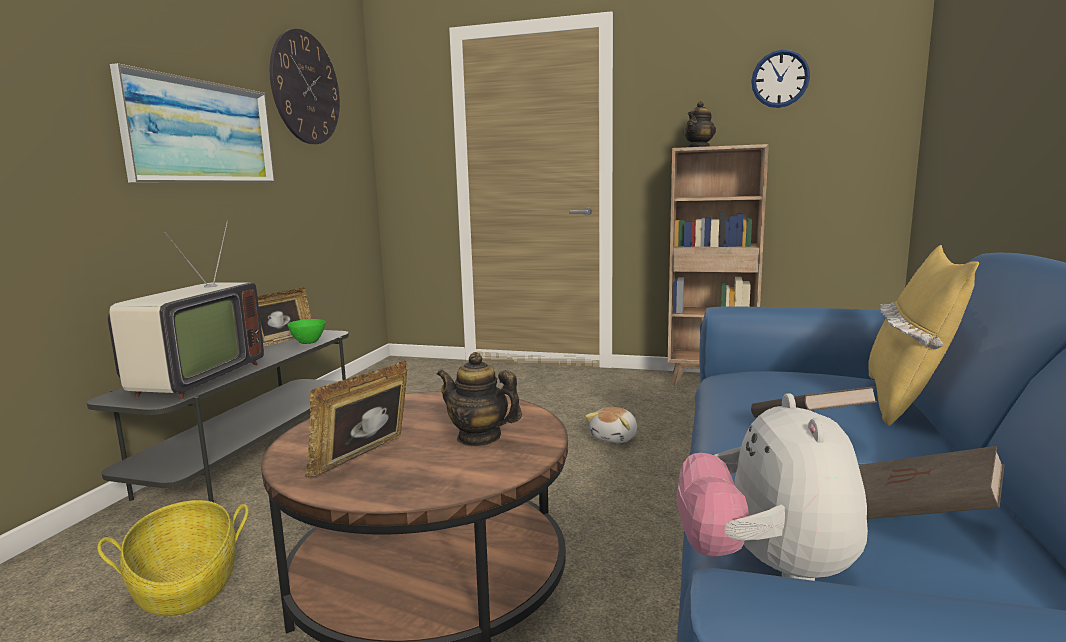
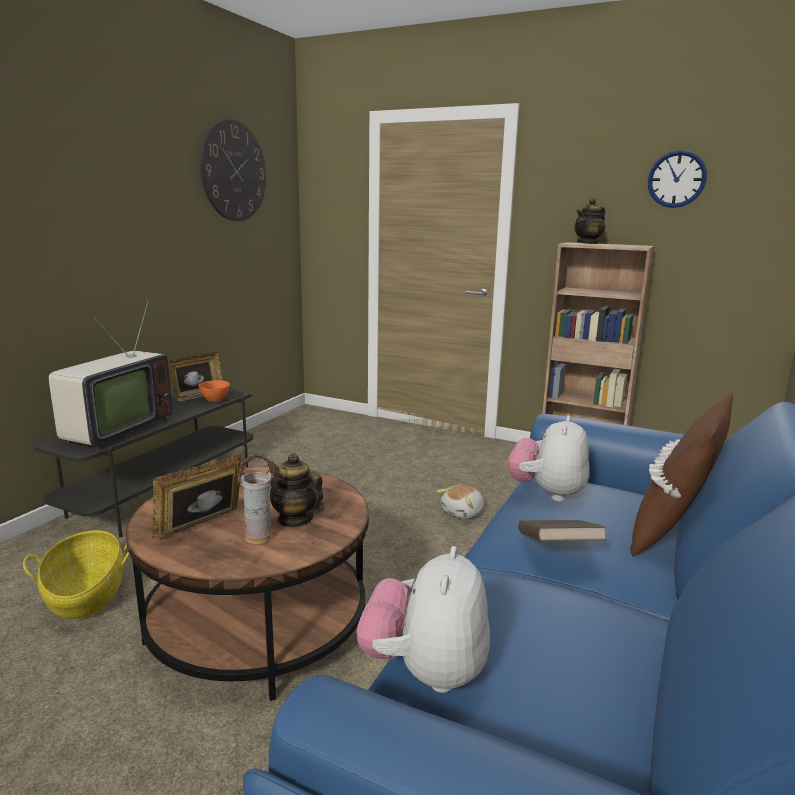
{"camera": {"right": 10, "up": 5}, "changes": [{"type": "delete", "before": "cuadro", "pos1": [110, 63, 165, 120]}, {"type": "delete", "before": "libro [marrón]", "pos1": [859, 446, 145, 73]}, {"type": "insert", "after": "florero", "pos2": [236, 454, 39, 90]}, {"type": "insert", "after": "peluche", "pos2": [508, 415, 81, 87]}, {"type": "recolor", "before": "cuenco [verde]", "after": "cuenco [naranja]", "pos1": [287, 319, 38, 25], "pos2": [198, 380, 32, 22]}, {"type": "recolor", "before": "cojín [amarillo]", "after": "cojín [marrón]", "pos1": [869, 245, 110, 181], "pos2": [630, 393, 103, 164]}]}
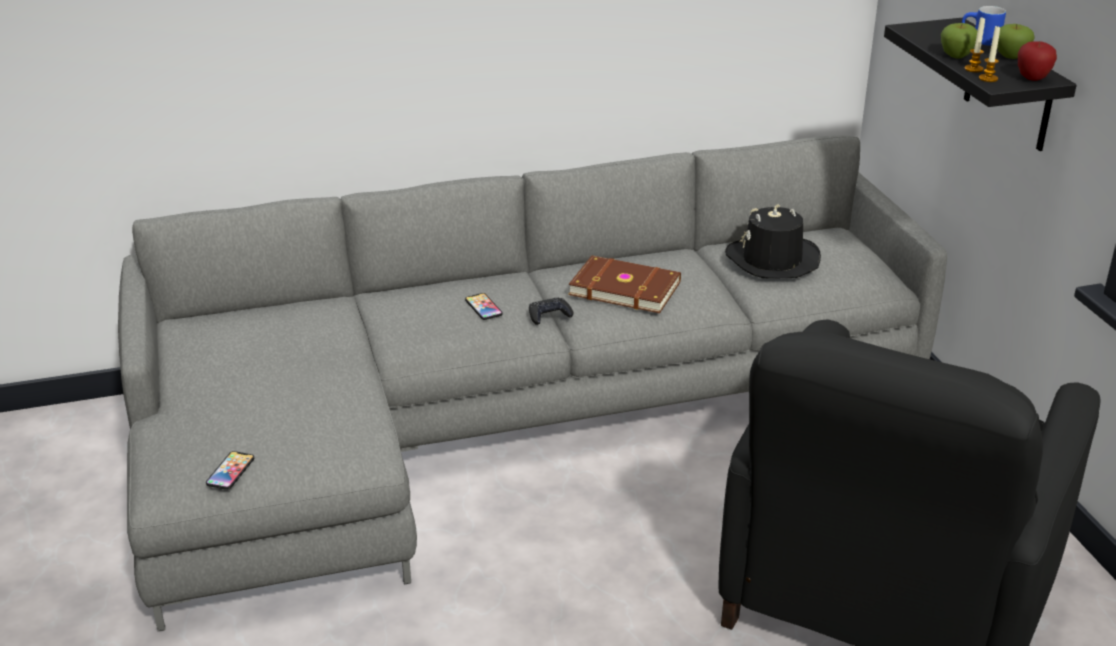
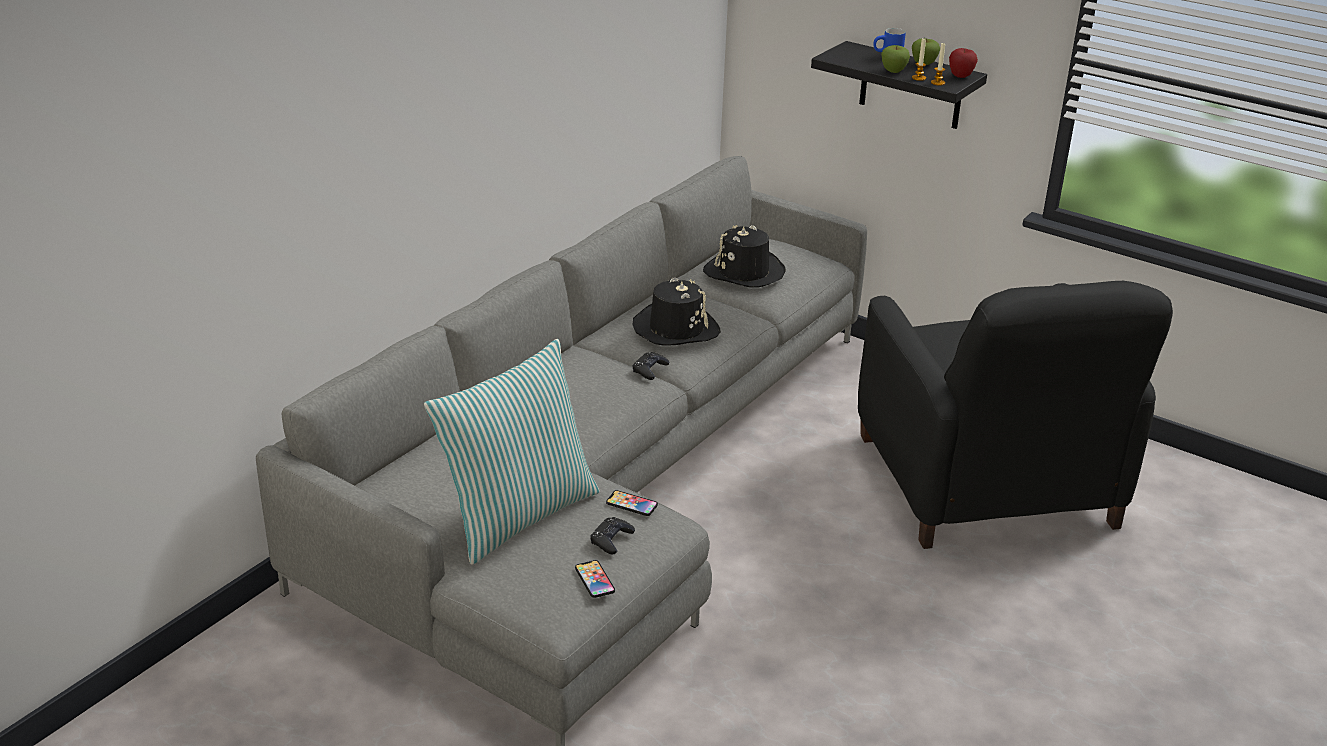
{"camera": {"right": -40, "up": 0}, "changes": [{"type": "insert", "after": "cojín", "pos2": [424, 339, 176, 226]}, {"type": "insert", "after": "mando de consola [negro]", "pos2": [590, 517, 45, 38]}, {"type": "move", "before": "móvil", "pos1": [465, 293, 38, 27], "pos2": [606, 490, 52, 26]}, {"type": "replace", "before": "libro [marrón]", "after": "sombrero [negro]", "pos1": [568, 255, 113, 58], "pos2": [632, 278, 89, 68]}]}
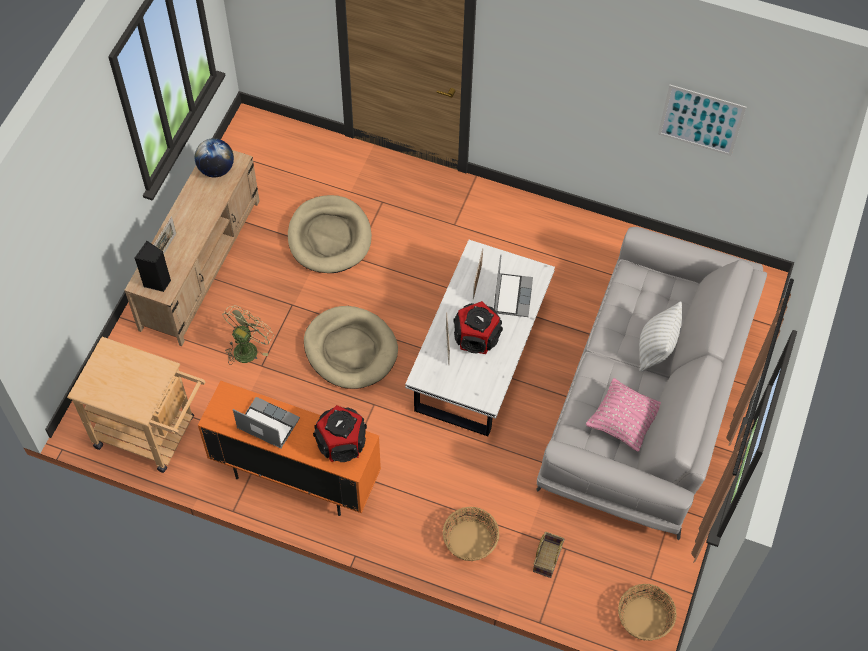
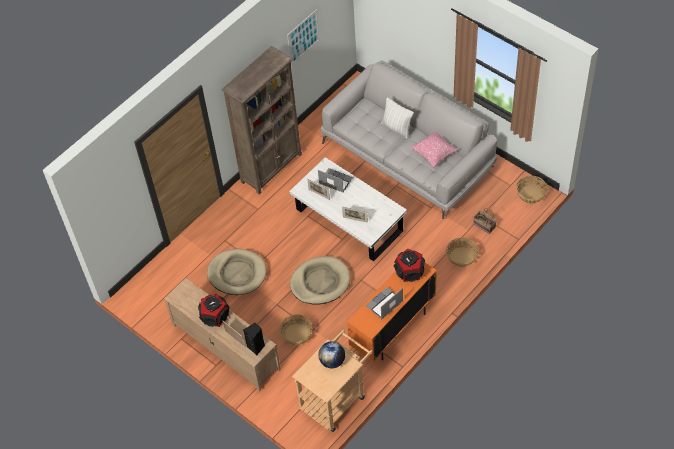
{"camera": {"right": -65, "up": -5}, "changes": [{"type": "insert", "after": "estantería [marrón]", "pos2": [222, 46, 80, 148]}, {"type": "move", "before": "globo terráqueo", "pos1": [195, 138, 39, 39], "pos2": [318, 341, 27, 27]}, {"type": "move", "before": "altavoz", "pos1": [453, 301, 50, 53], "pos2": [198, 294, 32, 33]}, {"type": "replace", "before": "ventilador [verde]", "after": "cesta", "pos1": [222, 305, 52, 60], "pos2": [279, 314, 34, 31]}]}
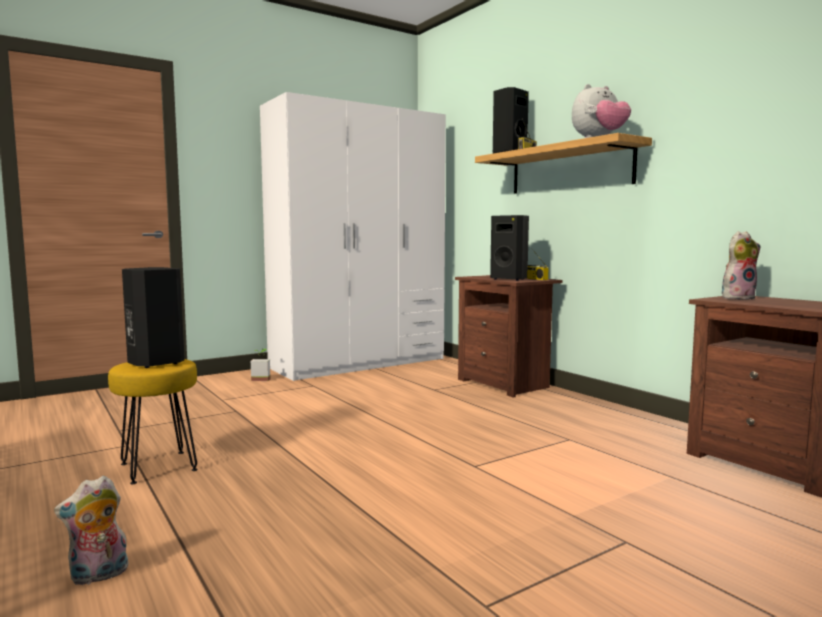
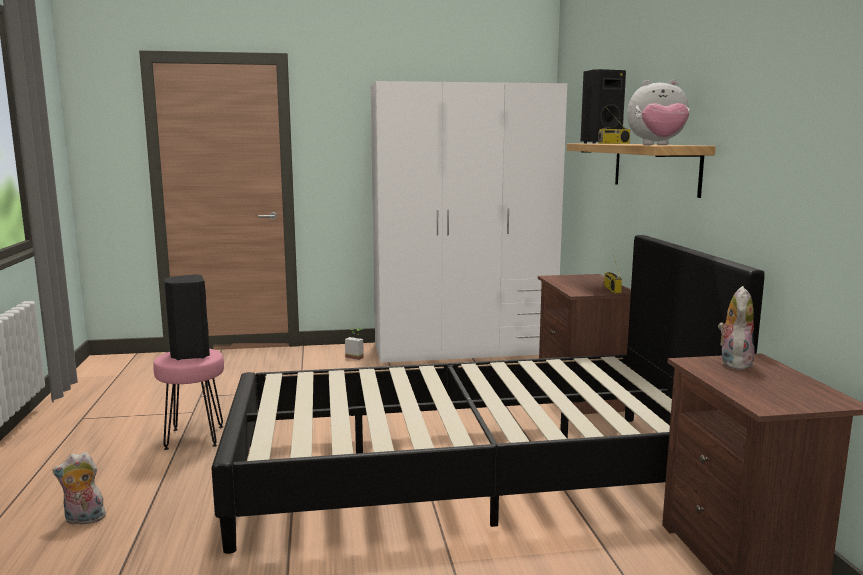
{"camera": {"right": 25, "up": 5}, "changes": [{"type": "delete", "before": "altavoz [negro]", "pos1": [490, 215, 39, 66]}, {"type": "insert", "after": "cama [negro]", "pos2": [211, 235, 554, 319]}, {"type": "recolor", "before": "taburete [amarillo]", "after": "taburete [rosa]", "pos1": [108, 359, 90, 125], "pos2": [153, 349, 71, 101]}, {"type": "rotate", "before": "peluche", "pos1": [722, 231, 39, 69], "pos2": [718, 286, 36, 84], "turn": -75}]}
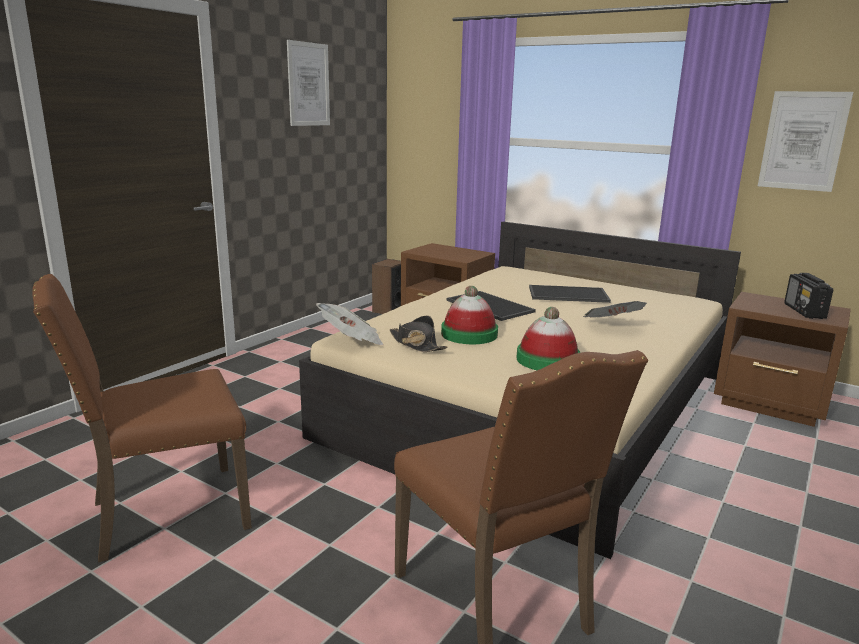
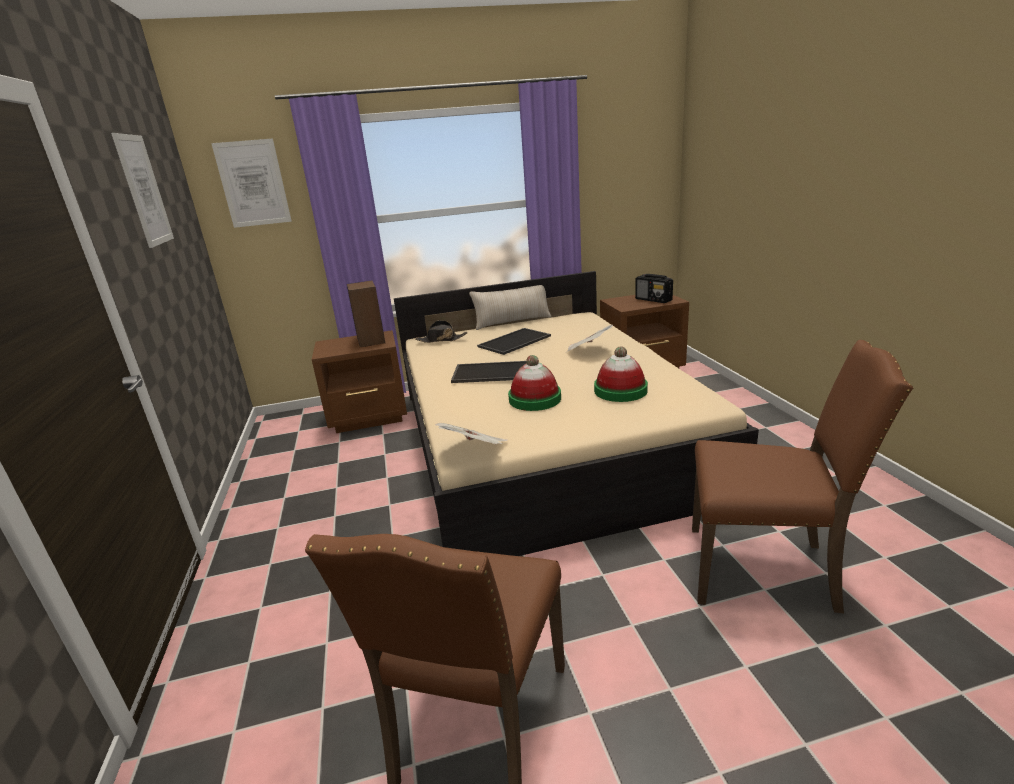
{"camera": {"right": -45, "up": 5}, "changes": [{"type": "insert", "after": "cojín [beis]", "pos2": [469, 285, 82, 45]}, {"type": "move", "before": "altavoz", "pos1": [372, 259, 29, 55], "pos2": [347, 281, 38, 66]}, {"type": "move", "before": "sombrero [negro]", "pos1": [390, 316, 57, 36], "pos2": [415, 320, 52, 23]}, {"type": "move", "before": "cuadro", "pos1": [758, 91, 95, 101], "pos2": [211, 138, 81, 90]}]}
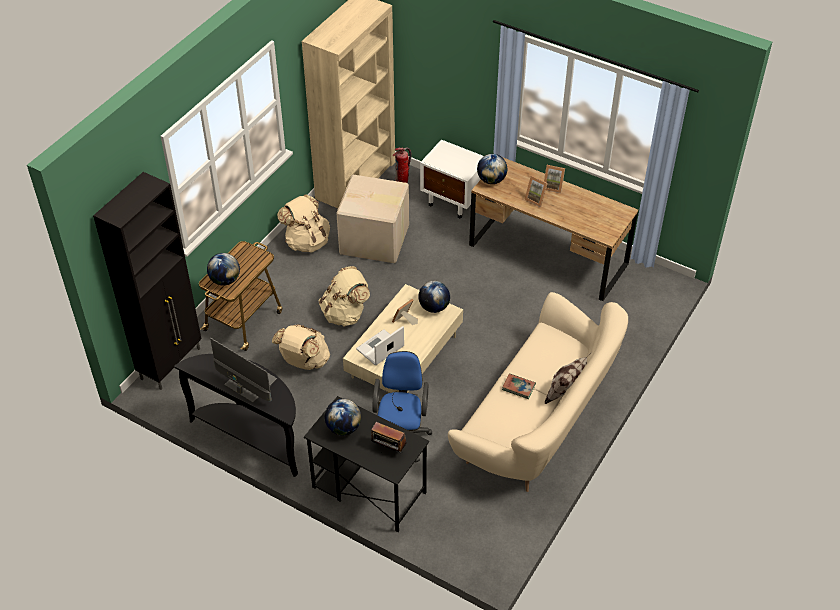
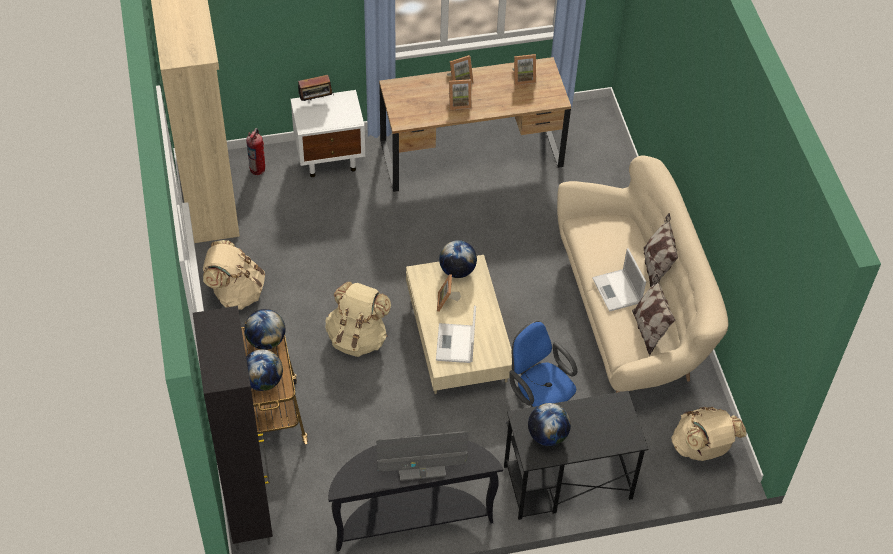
{"camera": {"right": -45, "up": 5}, "changes": [{"type": "delete", "before": "caja de cartón", "pos1": [336, 175, 73, 88]}, {"type": "insert", "after": "portarretratos", "pos2": [512, 54, 24, 31]}, {"type": "insert", "after": "cojín", "pos2": [632, 274, 43, 81]}, {"type": "move", "before": "mochila [beis]", "pos1": [272, 324, 58, 46], "pos2": [671, 407, 76, 54]}, {"type": "move", "before": "radio", "pos1": [371, 422, 36, 32], "pos2": [298, 75, 35, 26]}, {"type": "move", "before": "globo terráqueo", "pos1": [477, 154, 30, 30], "pos2": [244, 309, 41, 41]}, {"type": "replace", "before": "libro", "after": "portátil", "pos1": [502, 373, 34, 26], "pos2": [592, 248, 54, 64]}]}
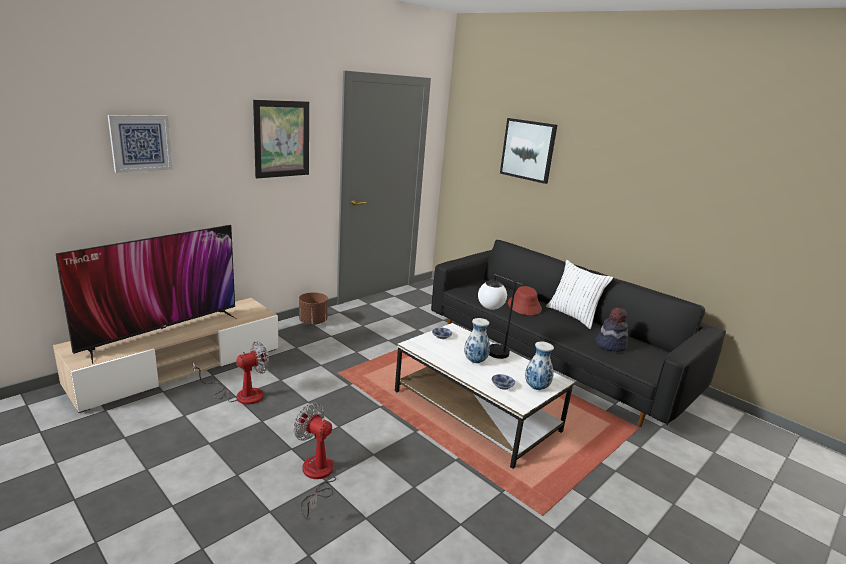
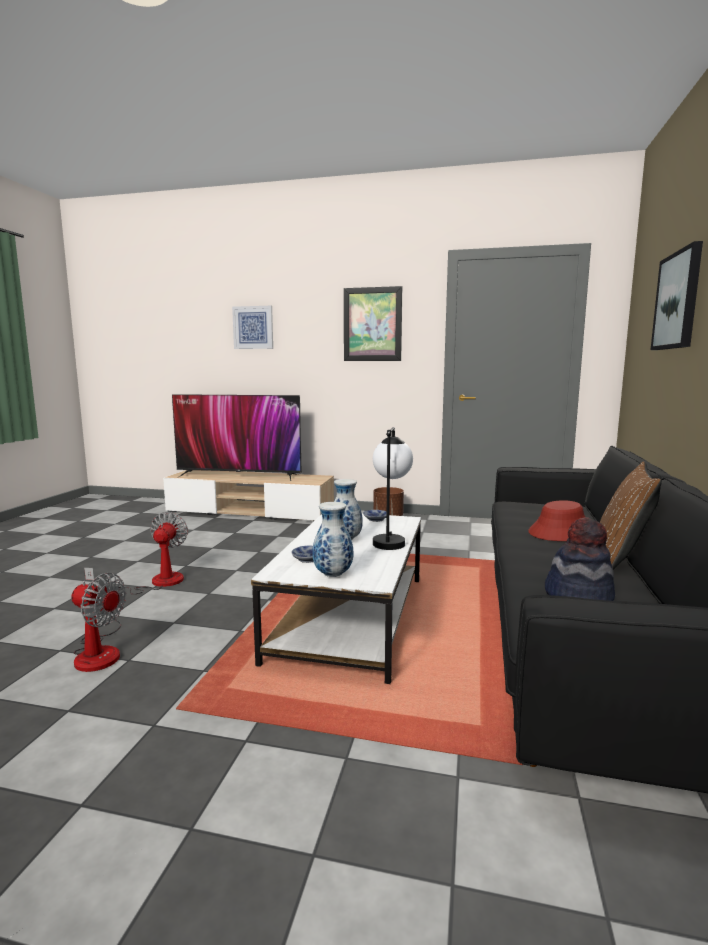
{"camera": {"right": 60, "up": -10}, "changes": [{"type": "move", "before": "ventilador", "pos1": [193, 341, 76, 64], "pos2": [72, 573, 55, 99]}, {"type": "recolor", "before": "cojín [blanco]", "after": "cojín [marrón]", "pos1": [546, 260, 67, 69], "pos2": [600, 461, 62, 109]}]}
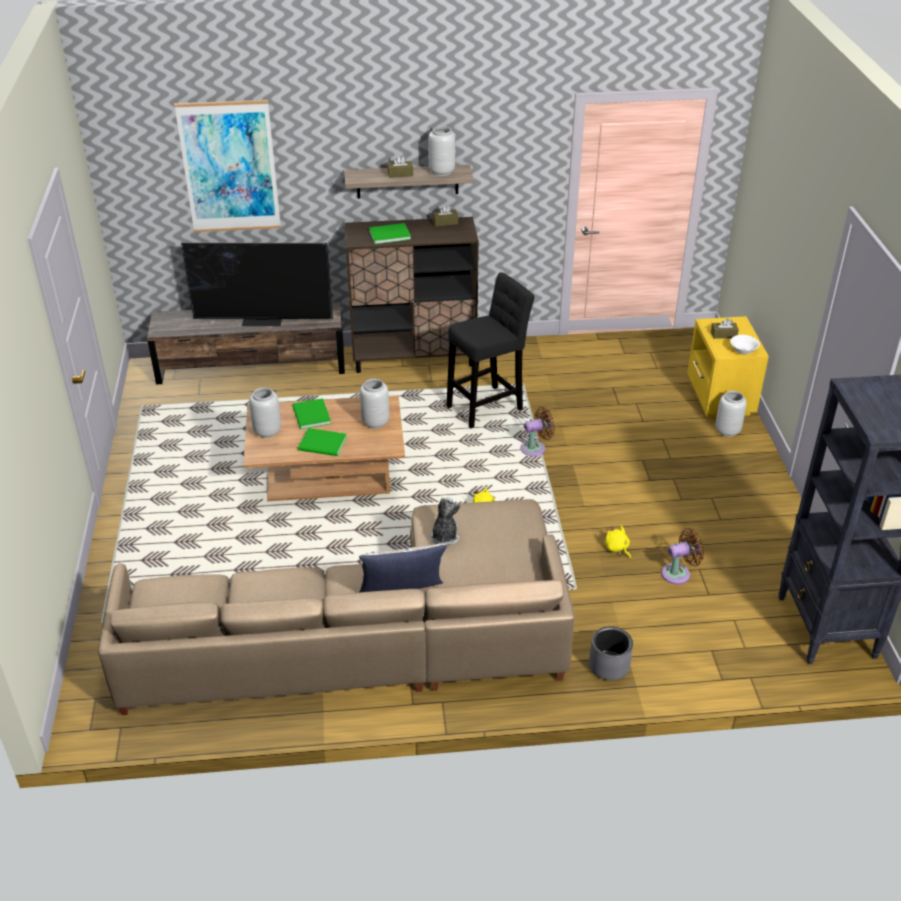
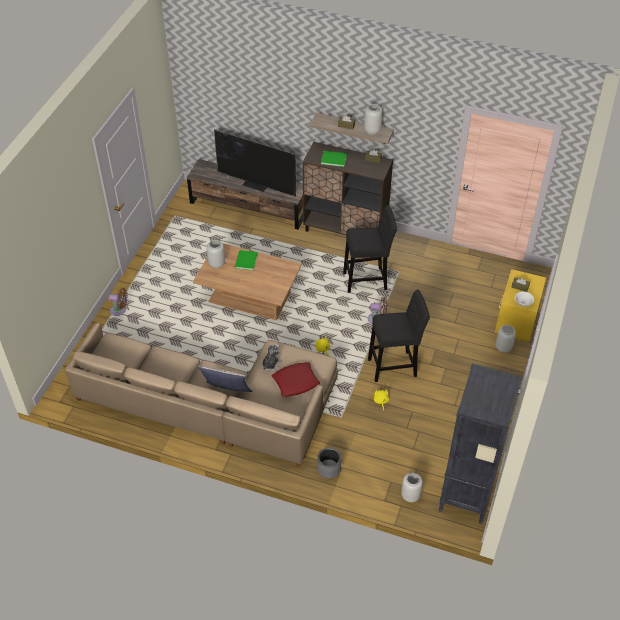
{"camera": {"right": 25, "up": 10}, "changes": [{"type": "delete", "before": "cuadro", "pos1": [174, 100, 107, 132]}, {"type": "delete", "before": "libro [verde]", "pos1": [298, 428, 49, 28]}, {"type": "insert", "after": "cojín [rojo]", "pos2": [272, 362, 48, 35]}, {"type": "insert", "after": "taburete [negro]", "pos2": [368, 289, 62, 93]}, {"type": "move", "before": "florero [gris]", "pos1": [360, 379, 29, 49], "pos2": [401, 473, 22, 29]}, {"type": "move", "before": "ventilador [marrón]", "pos1": [661, 528, 43, 56], "pos2": [109, 288, 18, 28]}]}
